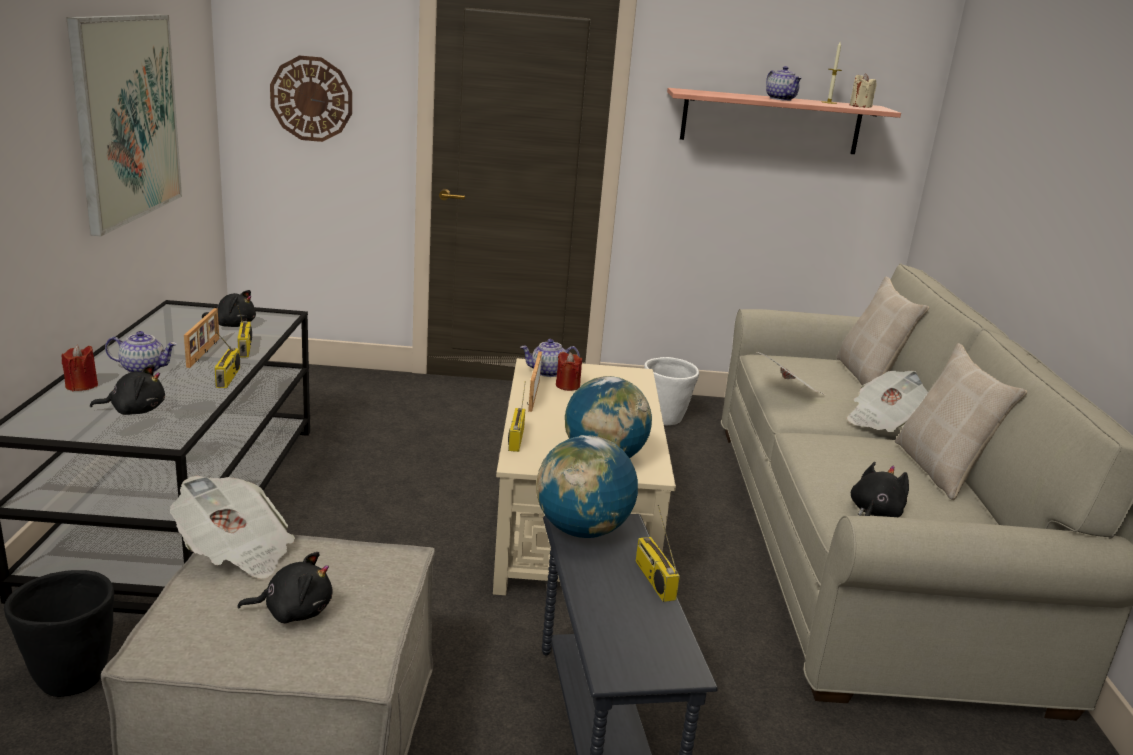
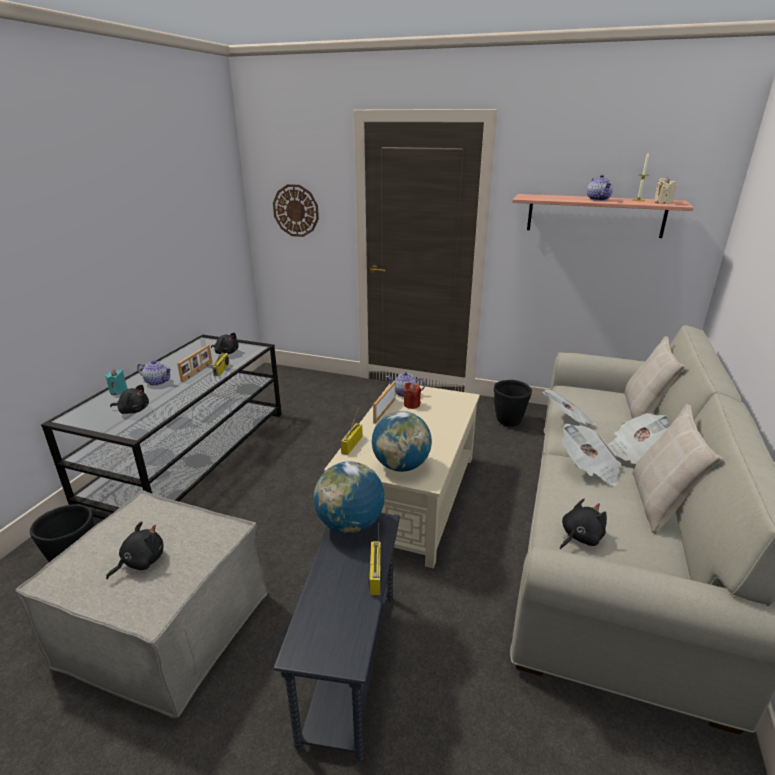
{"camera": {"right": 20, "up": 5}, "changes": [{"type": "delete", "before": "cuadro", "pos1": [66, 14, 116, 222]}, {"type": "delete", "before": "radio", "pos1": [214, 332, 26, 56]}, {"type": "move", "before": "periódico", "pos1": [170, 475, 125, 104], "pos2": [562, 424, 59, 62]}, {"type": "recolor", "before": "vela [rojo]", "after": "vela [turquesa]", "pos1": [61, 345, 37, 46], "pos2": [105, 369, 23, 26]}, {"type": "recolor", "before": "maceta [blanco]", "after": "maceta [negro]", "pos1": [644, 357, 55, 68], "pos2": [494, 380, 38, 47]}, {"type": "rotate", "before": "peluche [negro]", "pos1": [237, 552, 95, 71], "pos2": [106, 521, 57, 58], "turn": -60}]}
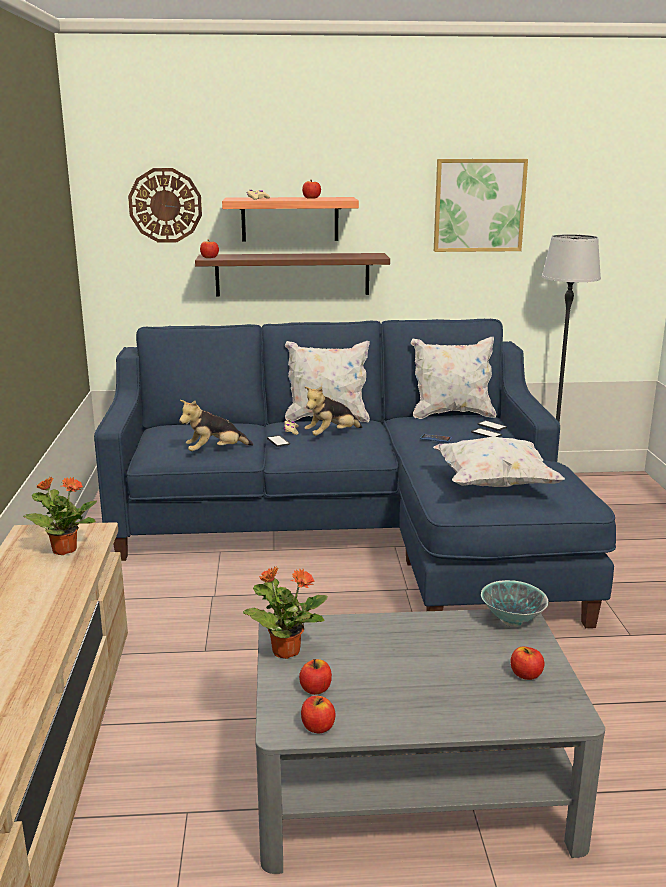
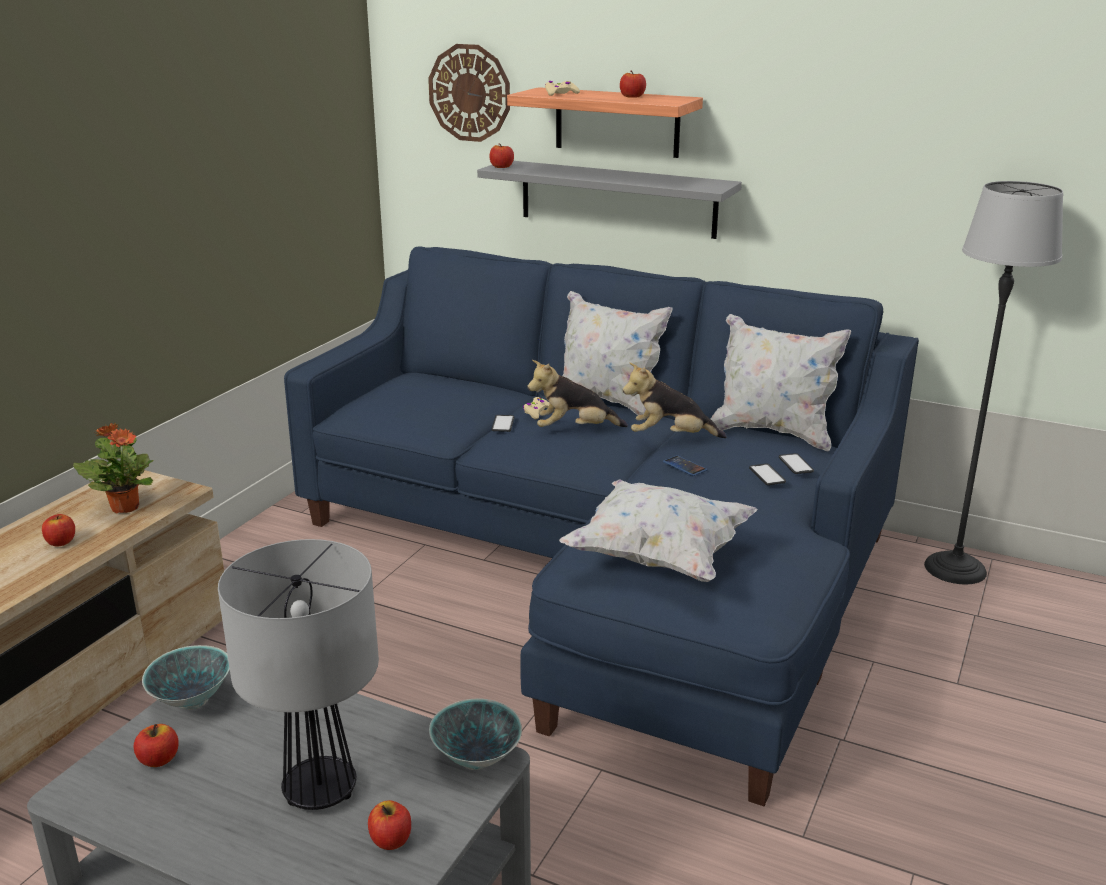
{"camera": {"right": 30, "up": 5}, "changes": [{"type": "delete", "before": "cuadro", "pos1": [434, 159, 94, 93]}, {"type": "insert", "after": "lámpara de mesa", "pos2": [218, 539, 161, 271]}, {"type": "move", "before": "peluche", "pos1": [179, 400, 75, 51], "pos2": [622, 363, 105, 75]}, {"type": "move", "before": "manzana", "pos1": [301, 696, 34, 37], "pos2": [42, 514, 33, 33]}, {"type": "replace", "before": "planta en maceta", "after": "cuenco", "pos1": [243, 566, 85, 93], "pos2": [142, 645, 88, 65]}, {"type": "recolor", "before": "estante [marrón]", "after": "estante [gris]", "pos1": [195, 253, 195, 44], "pos2": [477, 161, 265, 78]}]}
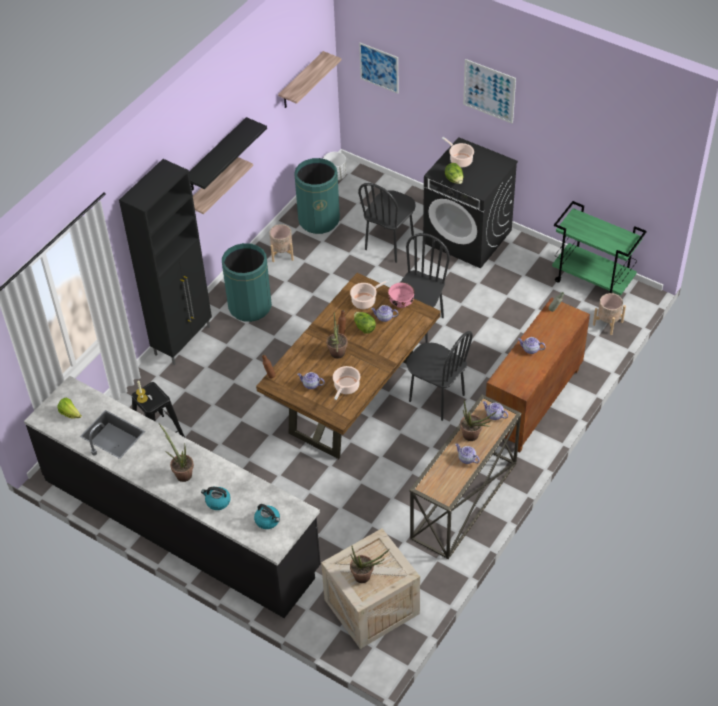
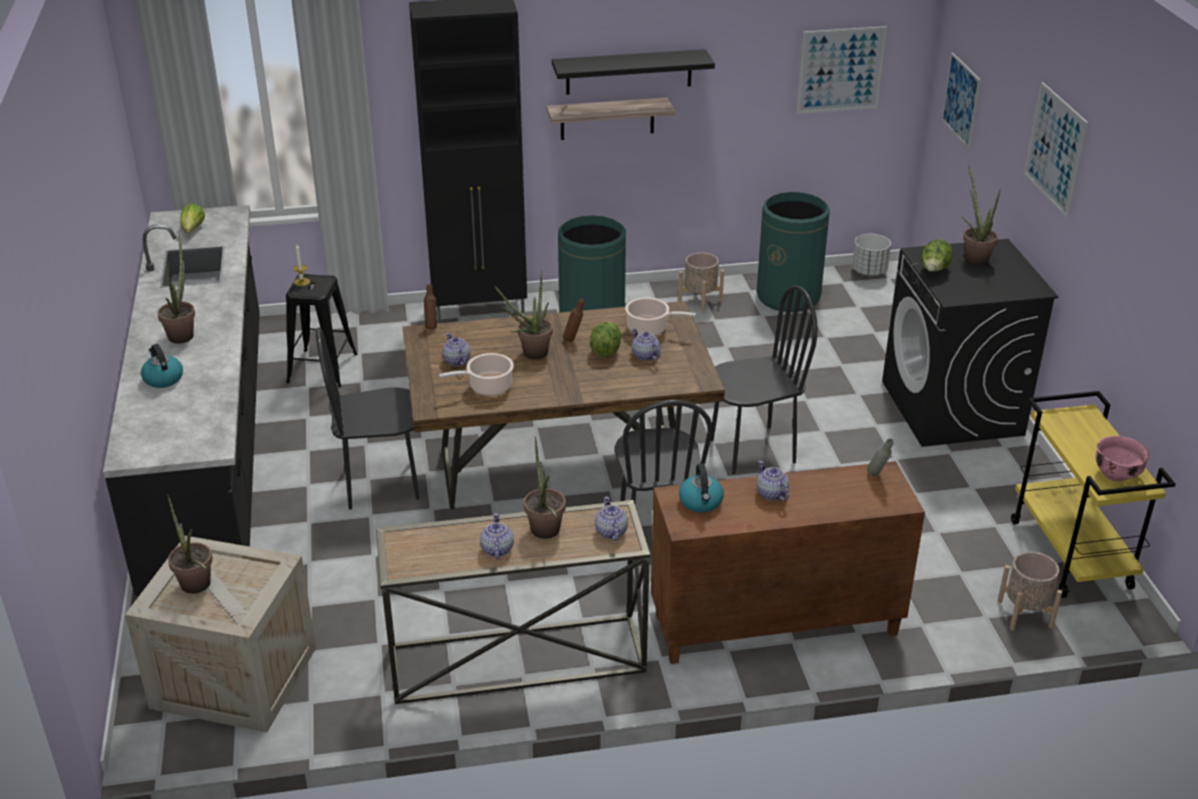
{"camera": {"right": 45, "up": -15}, "changes": [{"type": "move", "before": "hervidor", "pos1": [254, 504, 26, 25], "pos2": [679, 464, 45, 49]}, {"type": "move", "before": "silla [negro]", "pos1": [358, 183, 58, 80], "pos2": [316, 327, 103, 183]}, {"type": "move", "before": "cuenco [rosa]", "pos1": [388, 282, 26, 26], "pos2": [1095, 436, 54, 45]}, {"type": "replace", "before": "estante", "after": "cuadro", "pos1": [278, 51, 63, 57], "pos2": [796, 26, 91, 88]}, {"type": "replace", "before": "olla", "after": "planta en maceta", "pos1": [442, 137, 32, 31], "pos2": [961, 165, 40, 101]}, {"type": "recolor", "before": "carrito [verde]", "after": "carrito [amarillo]", "pos1": [552, 201, 95, 95], "pos2": [1011, 391, 165, 207]}]}
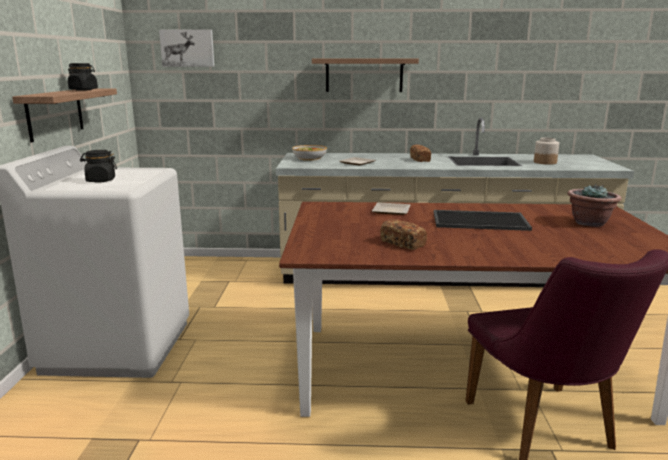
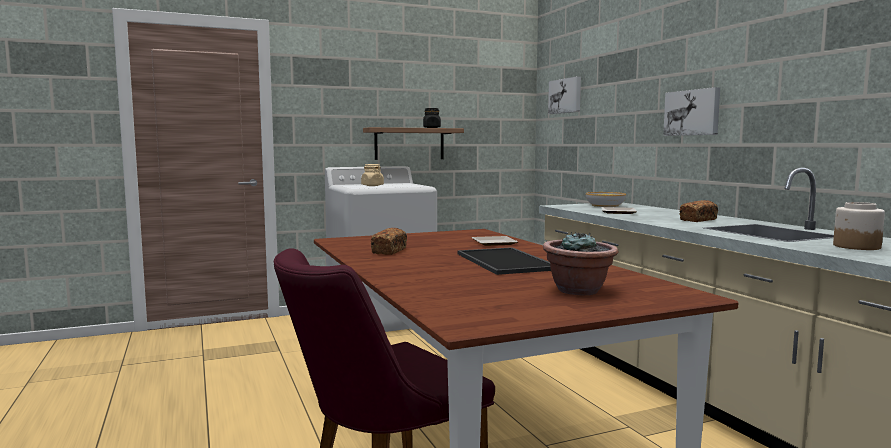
{"camera": {"right": 65, "up": -10}, "changes": [{"type": "replace", "before": "estante", "after": "cuadro", "pos1": [312, 59, 107, 33], "pos2": [663, 87, 57, 49]}, {"type": "recolor", "before": "tarro [negro]", "after": "tarro [beis]", "pos1": [80, 150, 37, 32], "pos2": [361, 164, 23, 22]}]}
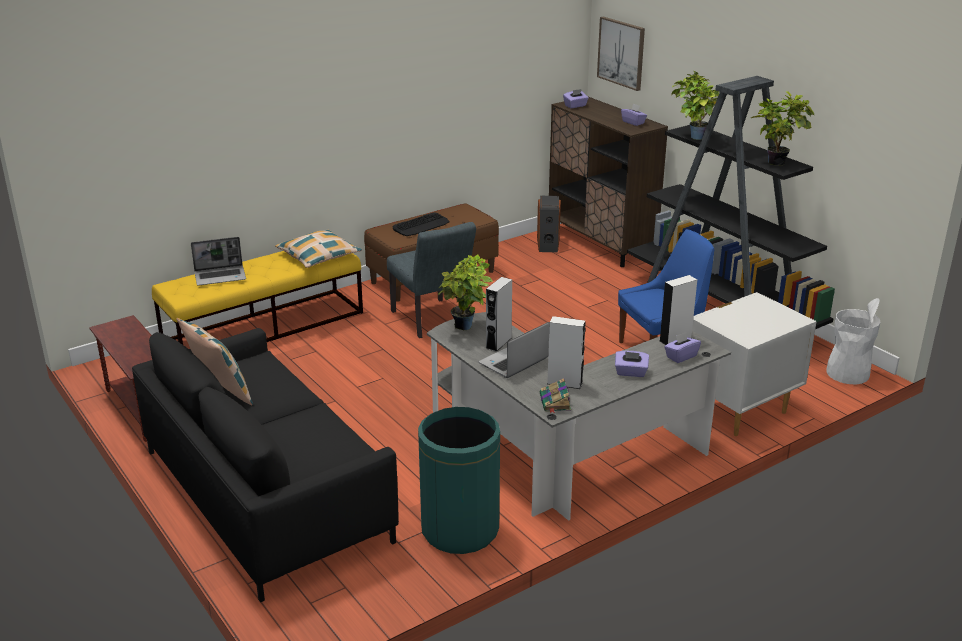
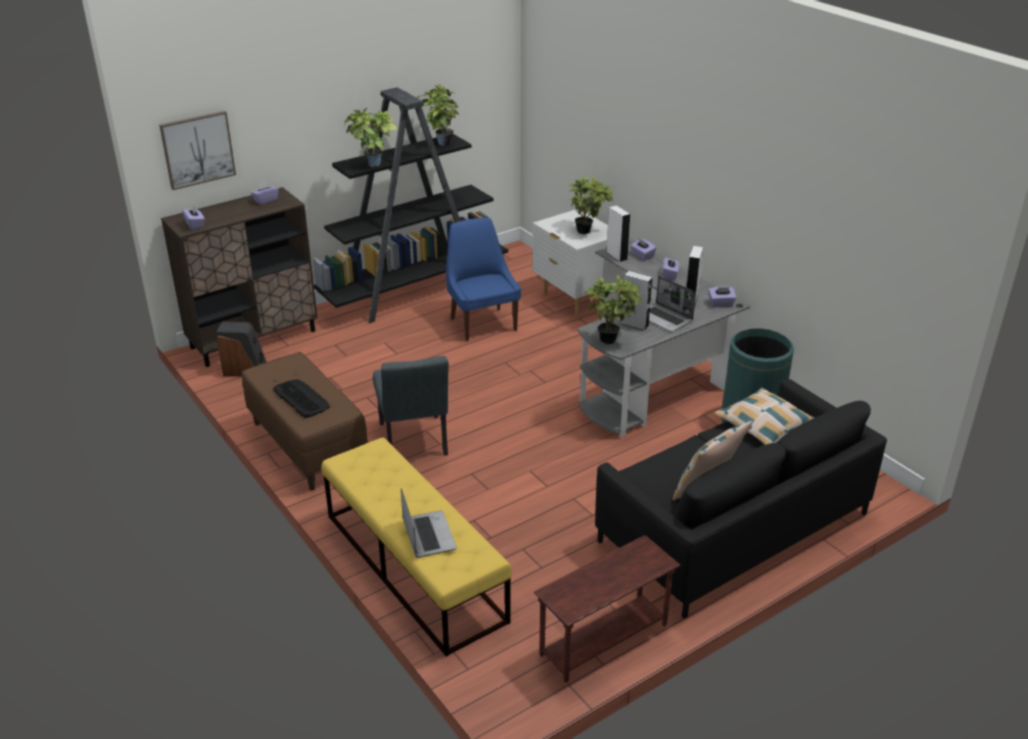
{"camera": {"right": -90, "up": 5}, "changes": [{"type": "delete", "before": "papelera [blanco]", "pos1": [826, 298, 55, 86]}, {"type": "insert", "after": "planta en maceta", "pos2": [568, 176, 45, 58]}, {"type": "move", "before": "cojín", "pos1": [275, 230, 87, 38], "pos2": [715, 387, 99, 58]}, {"type": "replace", "before": "libro", "after": "caja de pañuelos [morado]", "pos1": [540, 378, 31, 35], "pos2": [708, 286, 29, 20]}, {"type": "rotate", "before": "silla [gris]", "pos1": [387, 222, 89, 116], "pos2": [373, 356, 76, 100], "turn": 105}]}
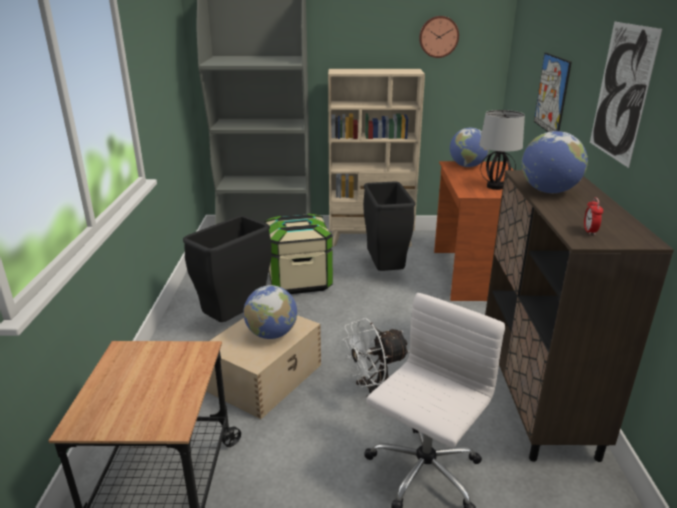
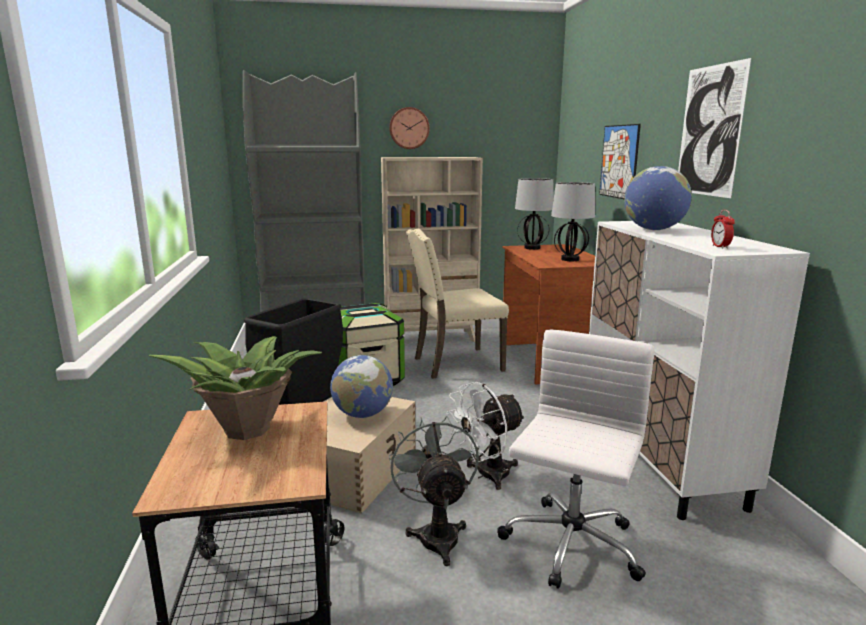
{"camera": {"right": -10, "up": -10}, "changes": [{"type": "insert", "after": "planta en maceta", "pos2": [148, 336, 174, 104]}, {"type": "insert", "after": "ventilador [gris]", "pos2": [389, 416, 90, 150]}, {"type": "move", "before": "reloj de pared", "pos1": [419, 16, 40, 42], "pos2": [389, 107, 41, 42]}, {"type": "replace", "before": "papelera [negro]", "after": "silla [beis]", "pos1": [363, 181, 52, 90], "pos2": [406, 229, 103, 150]}, {"type": "replace", "before": "globo terráqueo", "after": "lámpara de mesa", "pos1": [450, 128, 39, 39], "pos2": [515, 178, 39, 72]}, {"type": "recolor", "before": "armario [marrón]", "after": "armario [blanco]", "pos1": [485, 170, 189, 292], "pos2": [589, 221, 221, 299]}]}
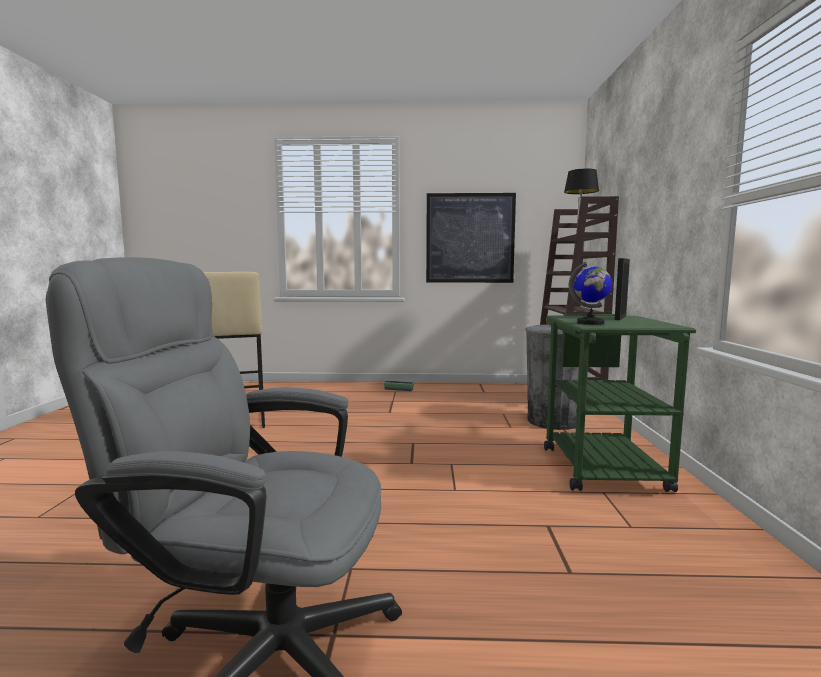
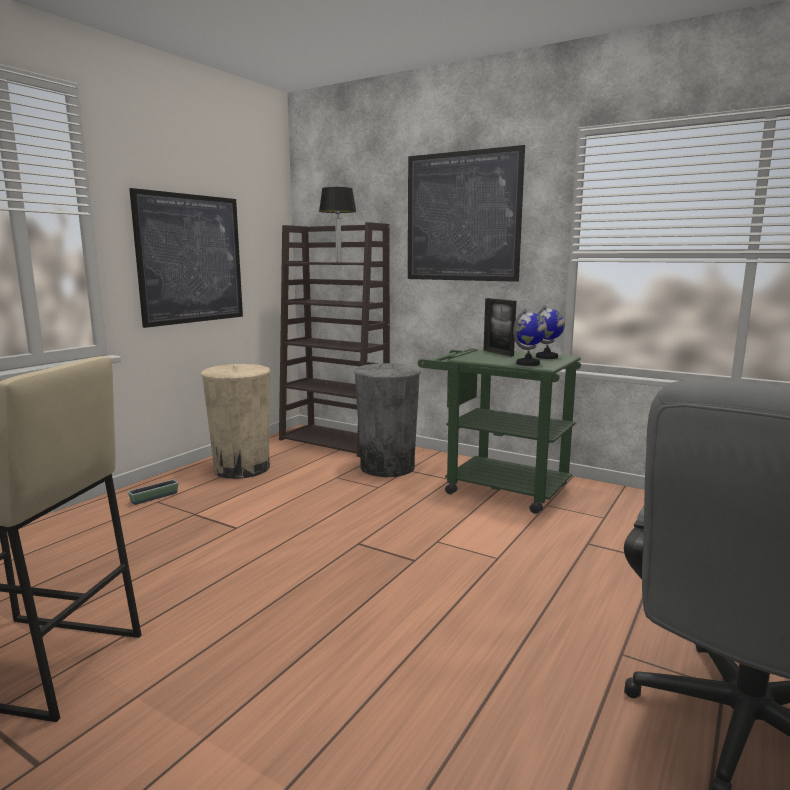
{"camera": {"right": -60, "up": 5}, "changes": [{"type": "insert", "after": "papelera [beis]", "pos2": [201, 364, 70, 115]}, {"type": "insert", "after": "cuadro", "pos2": [408, 145, 117, 137]}, {"type": "insert", "after": "globo terráqueo", "pos2": [536, 305, 29, 54]}]}
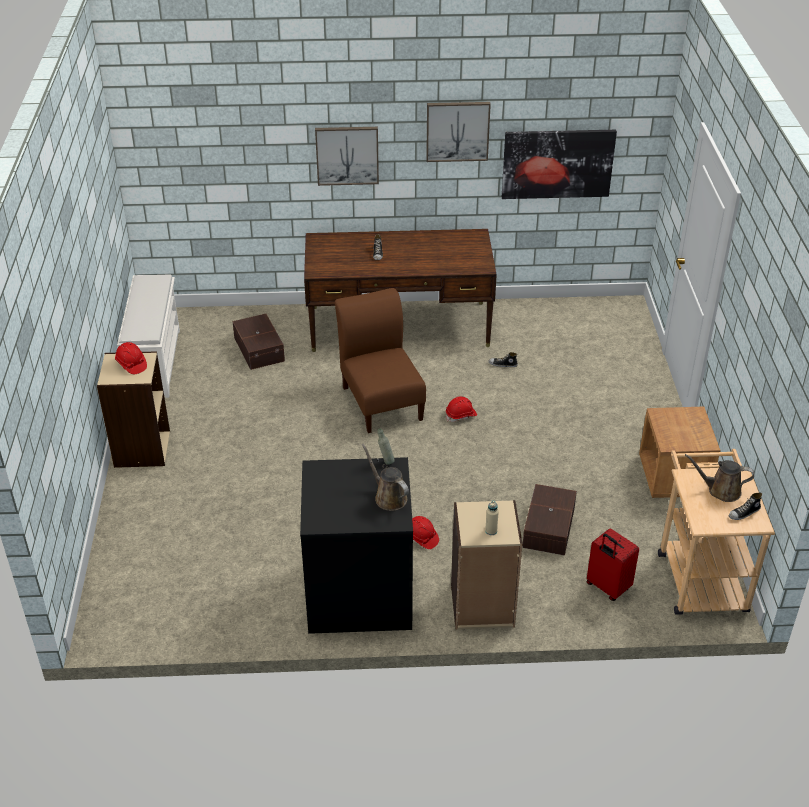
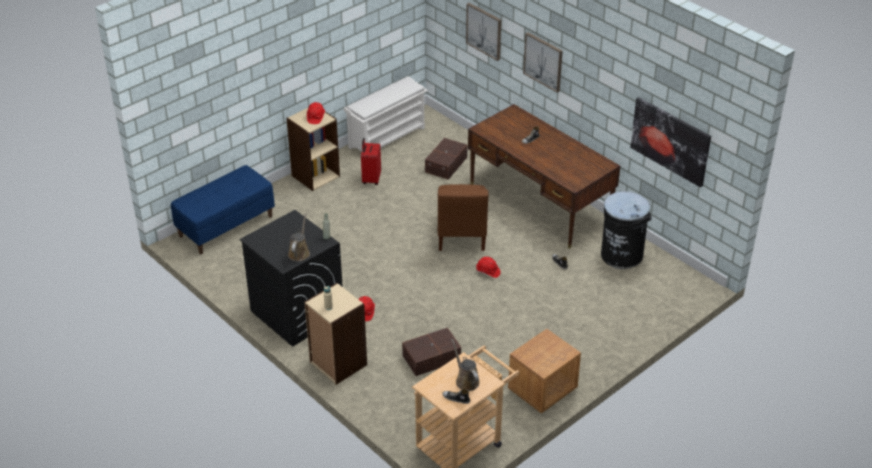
{"camera": {"right": 50, "up": 0}, "changes": [{"type": "insert", "after": "banco [azul]", "pos2": [171, 165, 104, 89]}, {"type": "insert", "after": "papelera [negro]", "pos2": [601, 191, 51, 78]}, {"type": "move", "before": "cuadro", "pos1": [426, 102, 65, 60], "pos2": [466, 3, 35, 58]}, {"type": "move", "before": "maleta [rojo]", "pos1": [586, 528, 53, 73], "pos2": [361, 138, 20, 47]}, {"type": "rotate", "before": "silla [marrón]", "pos1": [335, 288, 91, 145], "pos2": [438, 184, 51, 67], "turn": 150}]}
